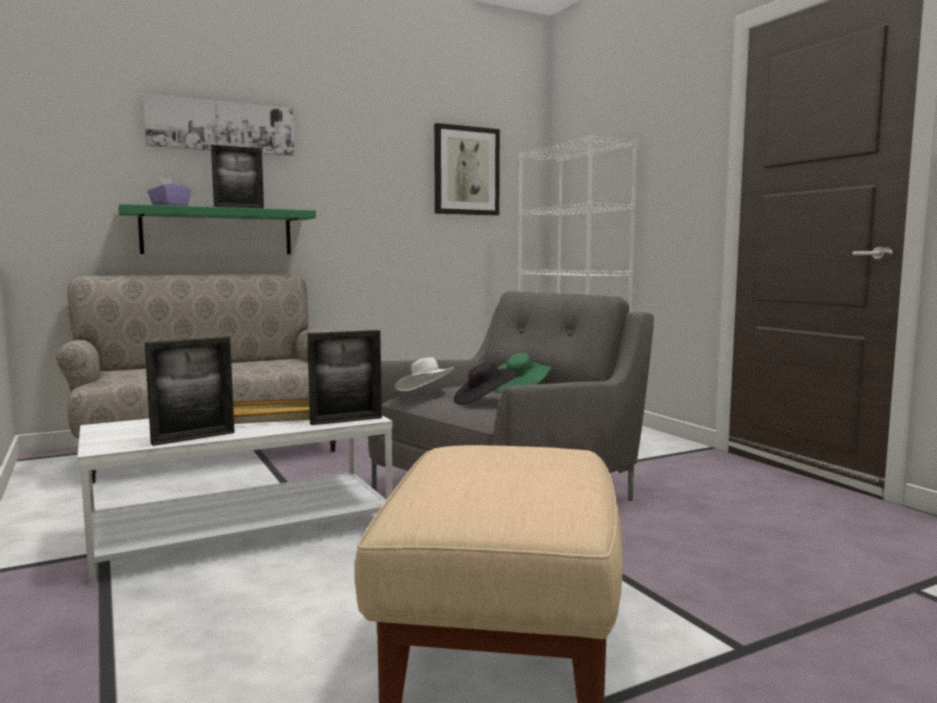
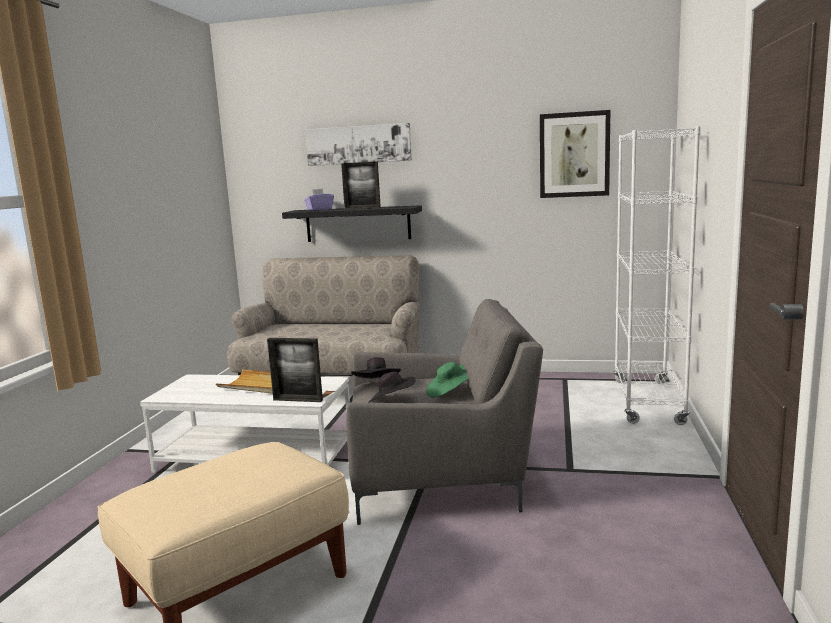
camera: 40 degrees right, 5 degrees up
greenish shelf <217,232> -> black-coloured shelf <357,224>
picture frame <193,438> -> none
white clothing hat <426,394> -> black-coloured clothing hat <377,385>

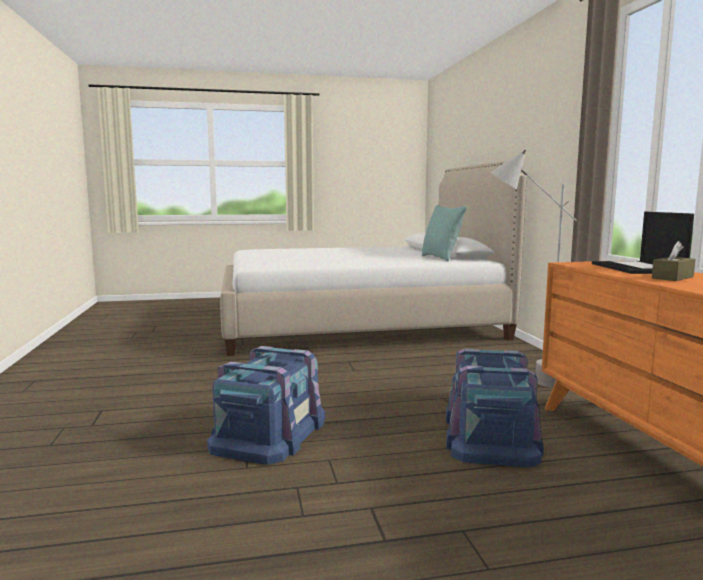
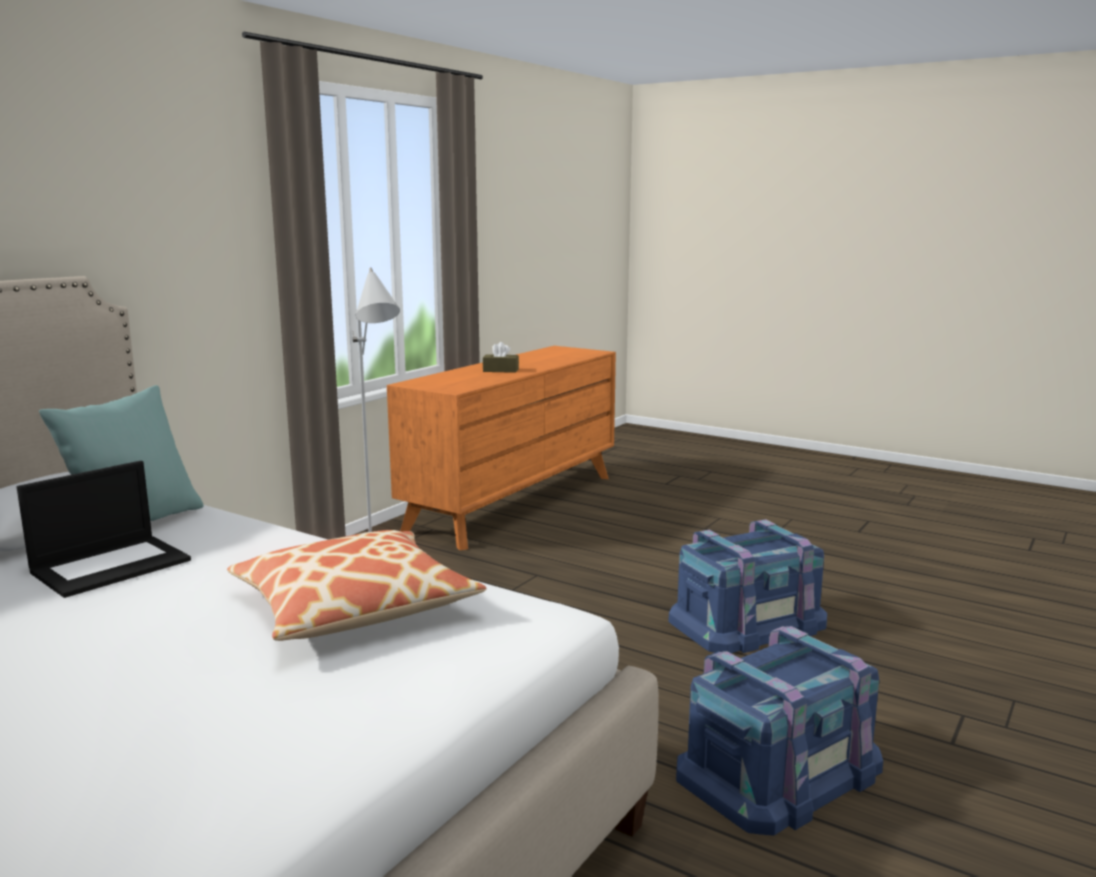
camera: 135 degrees left, 5 degrees up
portable computer <638,268> -> portable computer <112,565>, moved
blue storage box <489,435> -> blue storage box <779,771>, moved
none -> pillow <354,606>

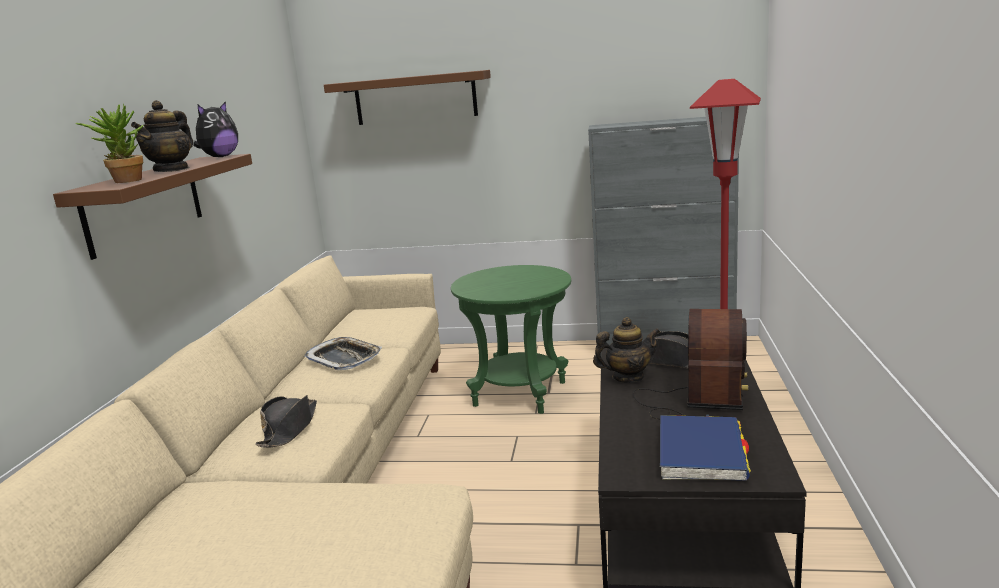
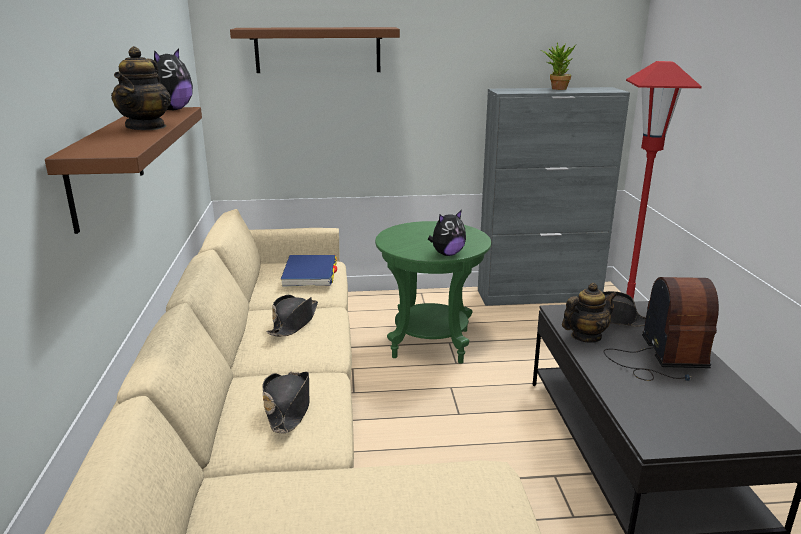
camera: 15 degrees left, 5 degrees up
potted plant <124,181> -> potted plant <555,88>, moved
carrying tray <344,359> -> black-coloured clothing hat <294,322>
blue book <701,452> -> blue book <310,274>, moved
none -> plush toy <447,254>

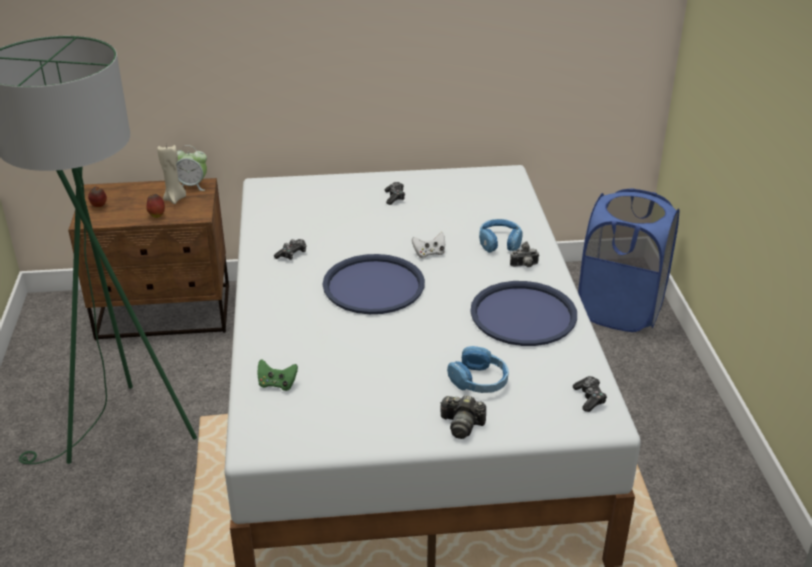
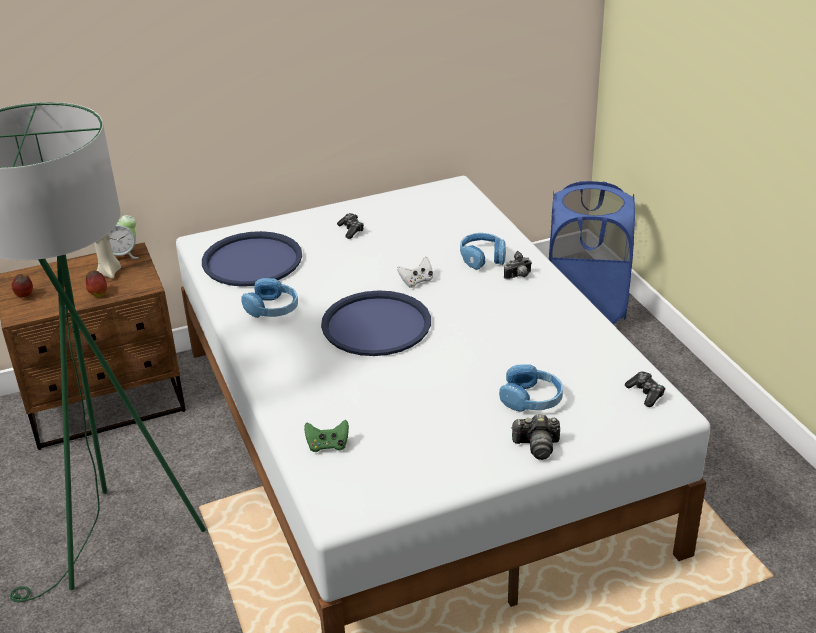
camera: 15 degrees left, 0 degrees up
joypad <292,254> -> blue headphones <272,309>
blue carrying tray <523,314> -> blue carrying tray <252,260>, moved

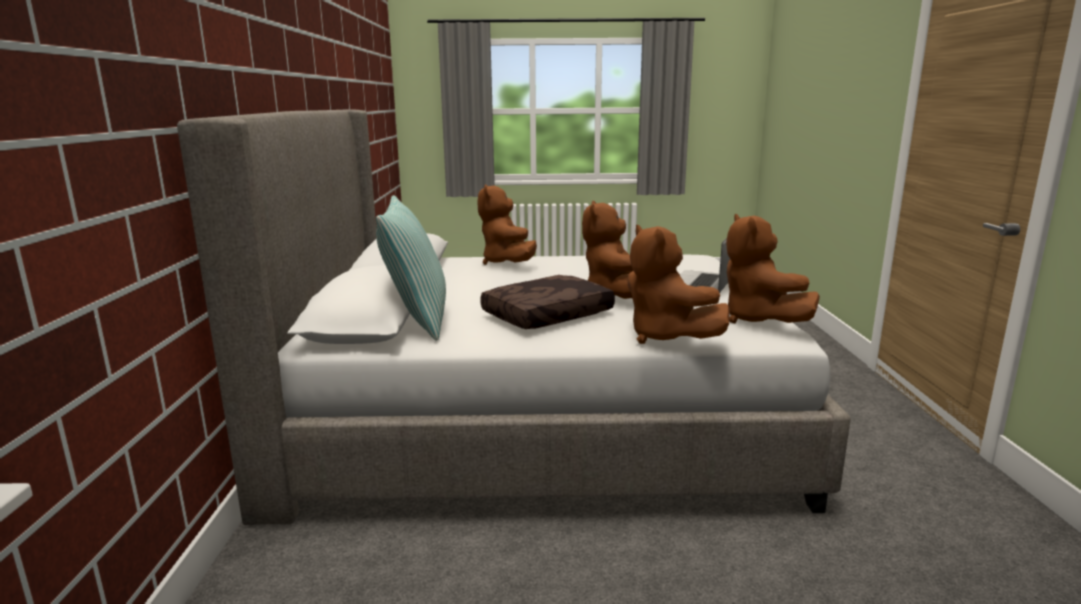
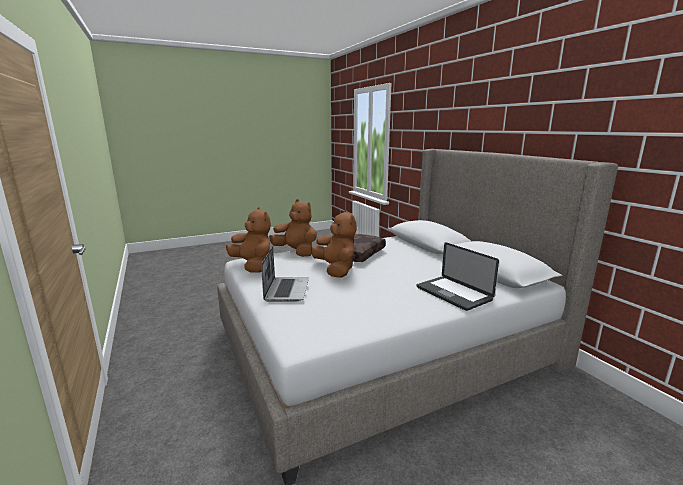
camera: 155 degrees right, 0 degrees up
brown plush toy <507,263> -> portable computer <453,294>
pillow <417,321> -> none

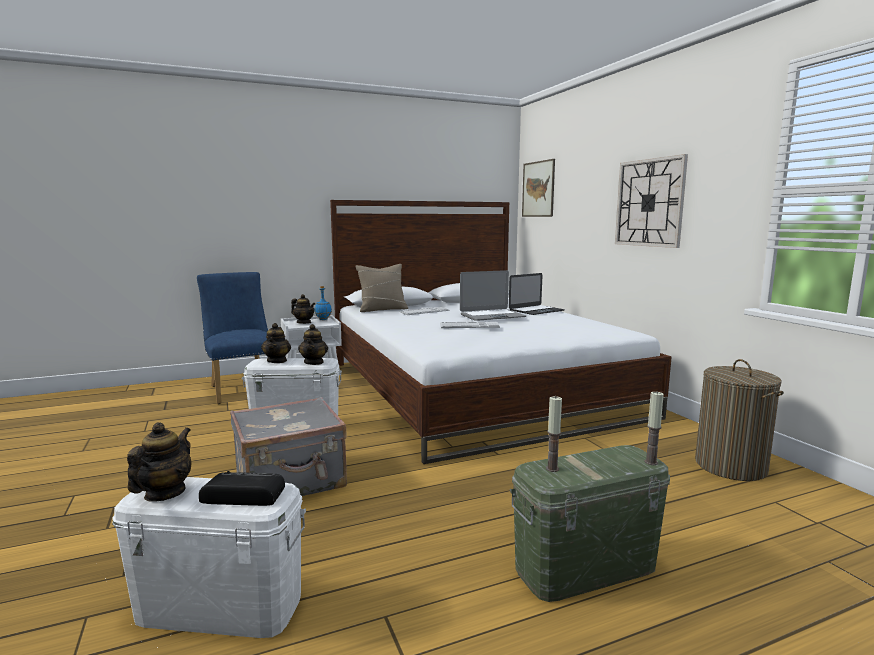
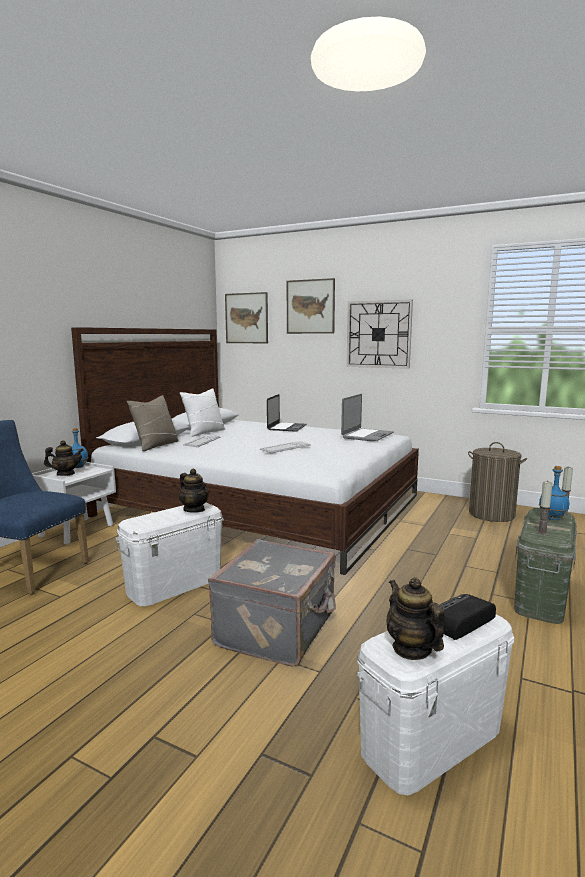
camera: 40 degrees left, 0 degrees up
portable computer <492,316> -> portable computer <367,435>, moved
pot for tea <277,361> -> none
none -> wall picture <310,306>
none -> white pillow <204,432>
none -> blue drink bottle <553,518>

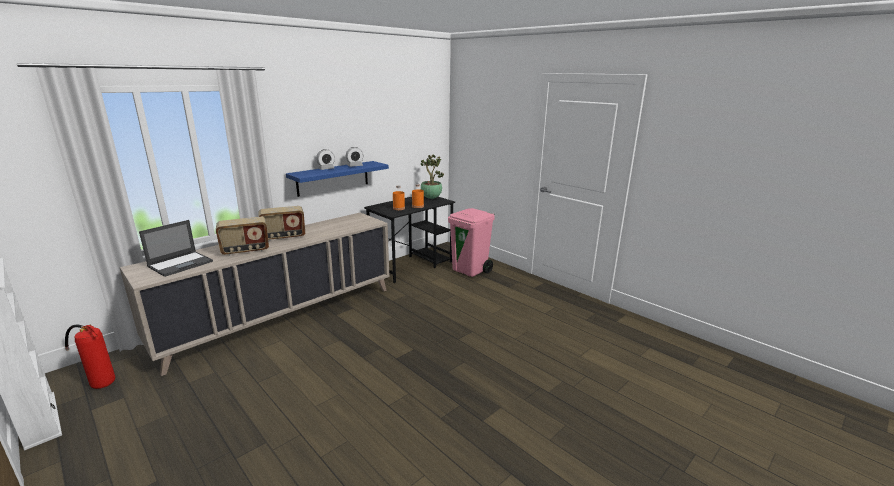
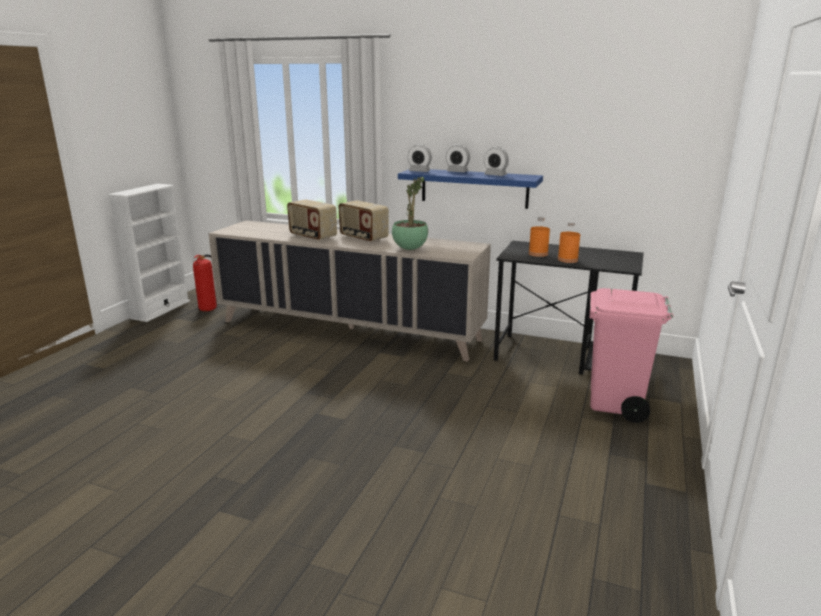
camera: 65 degrees right, 0 degrees up
potted plant <430,198> -> potted plant <410,249>, moved
portable computer <181,264> -> none
none -> alarm clock <419,171>

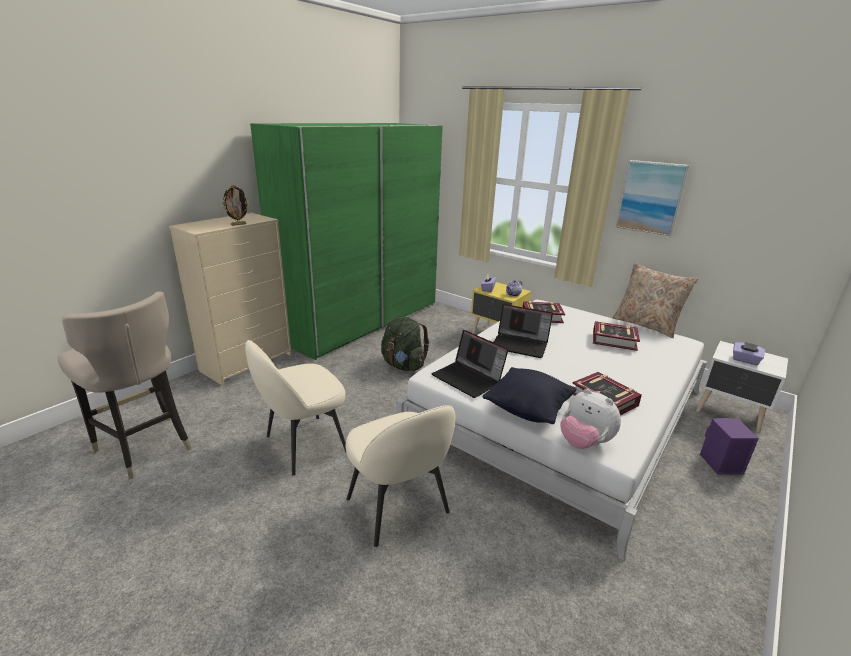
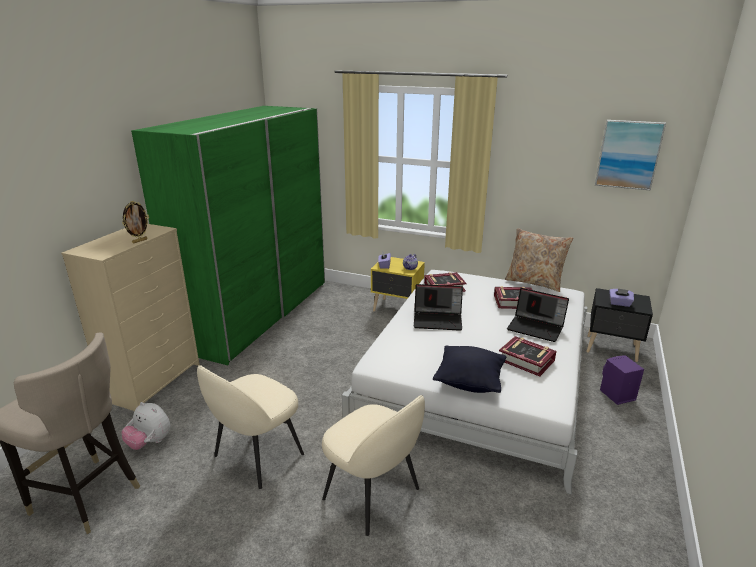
camera: 15 degrees left, 0 degrees up
wall picture <651,197> -> wall picture <628,154>, moved
greenish backpack <403,365> -> none
portable computer <469,379> -> portable computer <536,327>, moved
white bedside table <730,414> -> black-coloured bedside table <612,349>
plush toy <584,443> -> plush toy <150,442>, moved

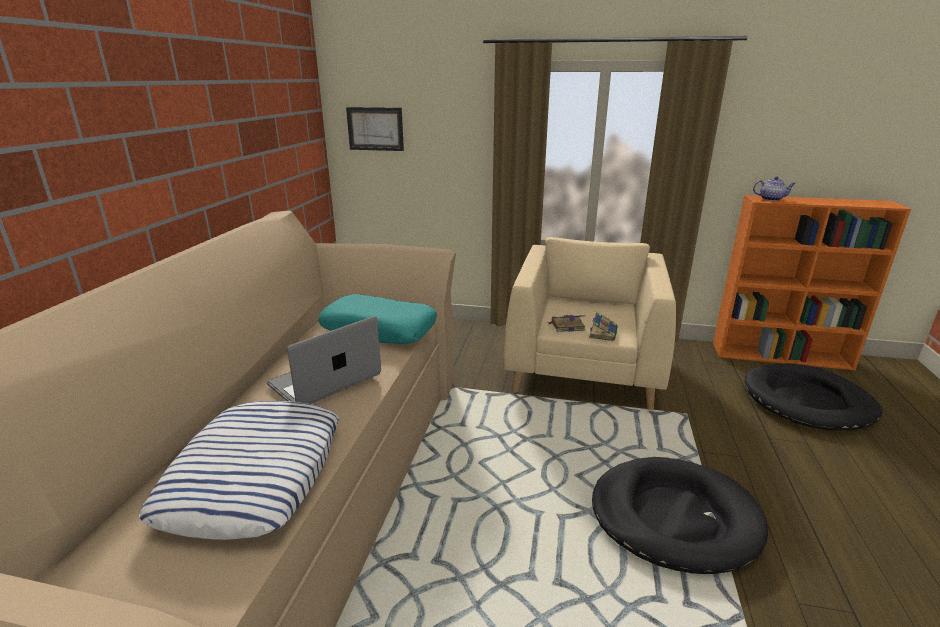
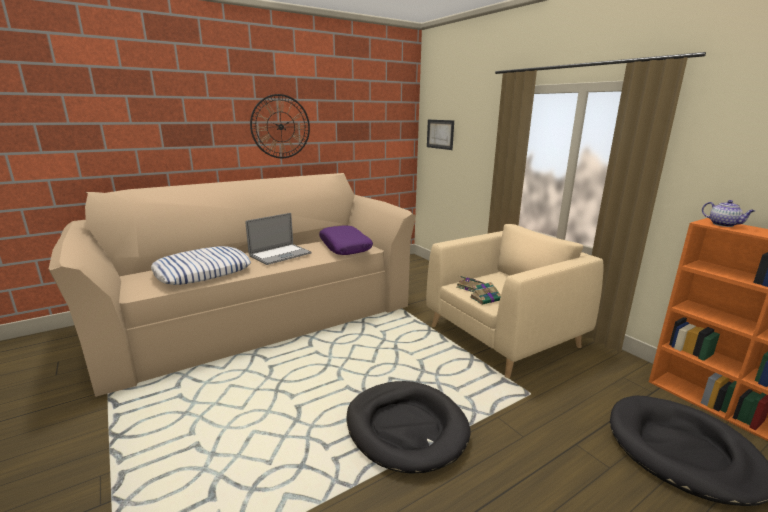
camera: 45 degrees right, 5 degrees down
turquoise pillow <379,329> -> purple pillow <345,247>
portable computer <325,379> -> portable computer <280,254>, 135 degrees clockwise
none -> hanging clock <281,127>

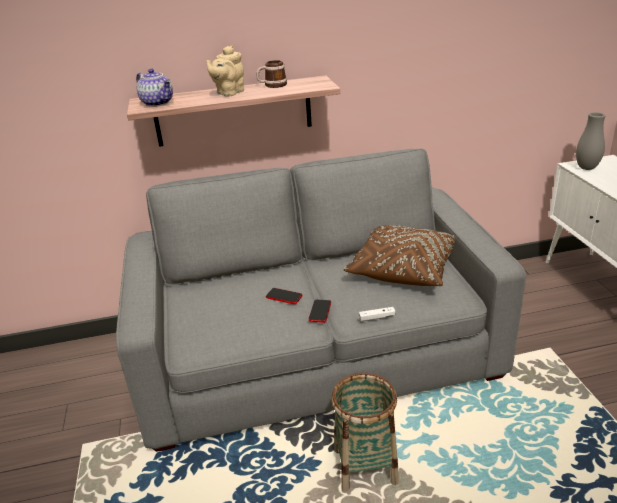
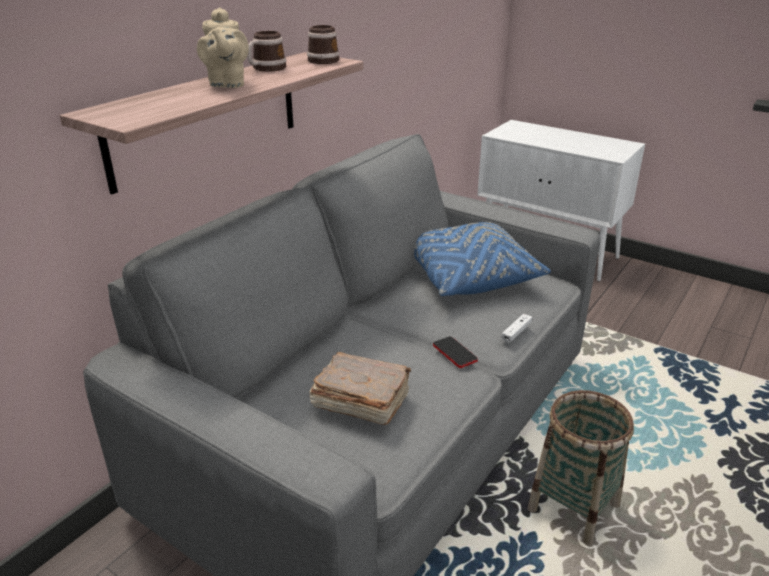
camera: 45 degrees left, 0 degrees up
pot for tea <158,103> -> none
greyish decorative vase <586,168> -> none
brown pillow <403,268> -> blue pillow <468,275>
phone <284,297> -> none
none -> coffee mug <325,60>
none -> brown book <360,401>

